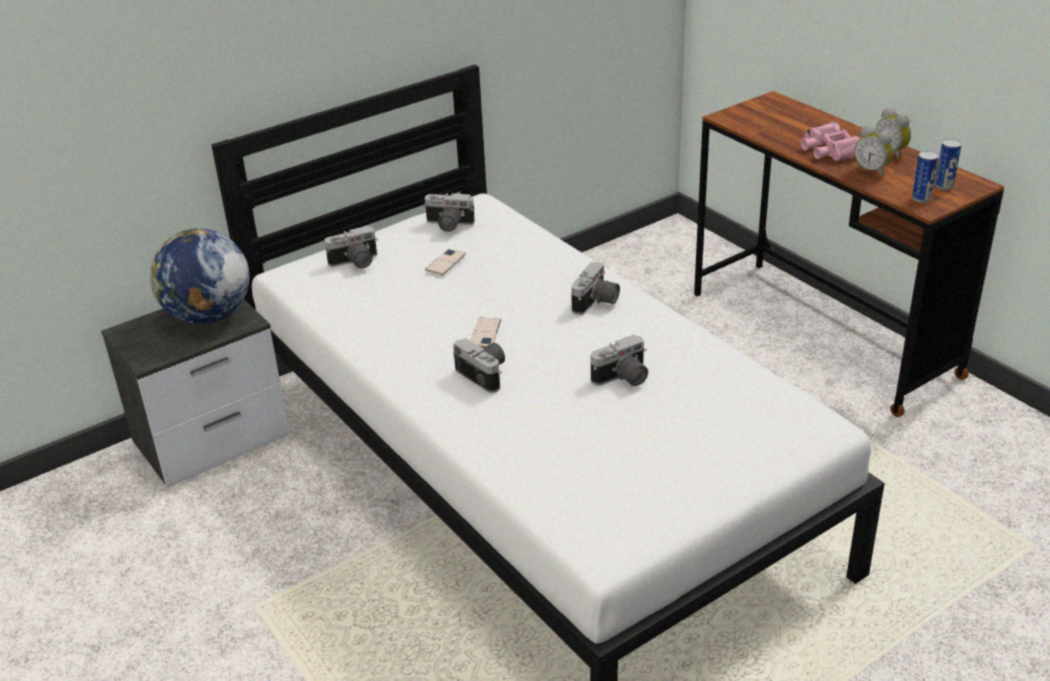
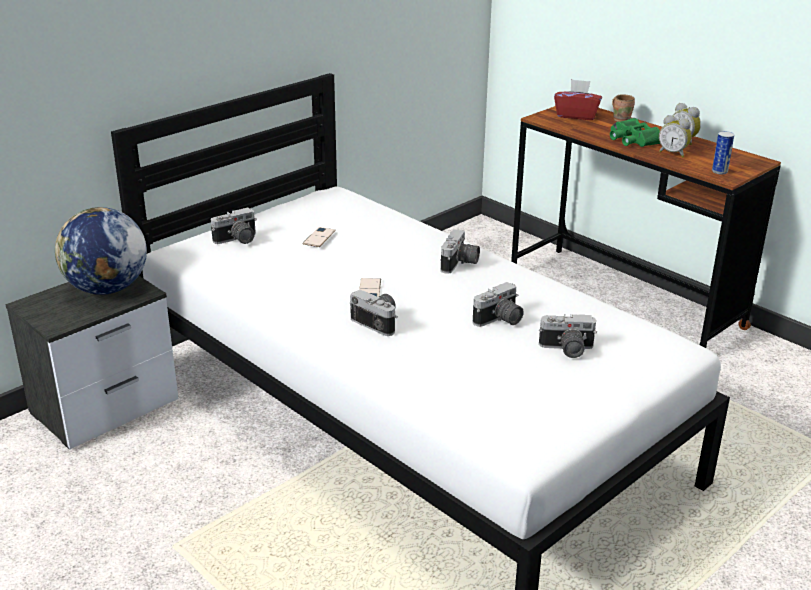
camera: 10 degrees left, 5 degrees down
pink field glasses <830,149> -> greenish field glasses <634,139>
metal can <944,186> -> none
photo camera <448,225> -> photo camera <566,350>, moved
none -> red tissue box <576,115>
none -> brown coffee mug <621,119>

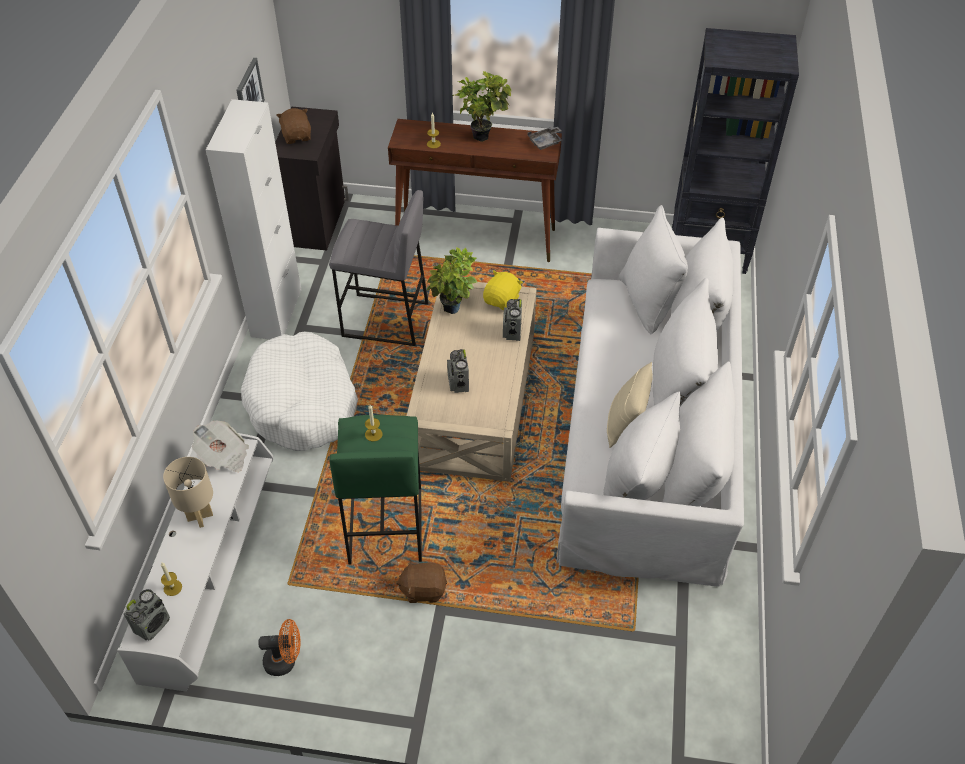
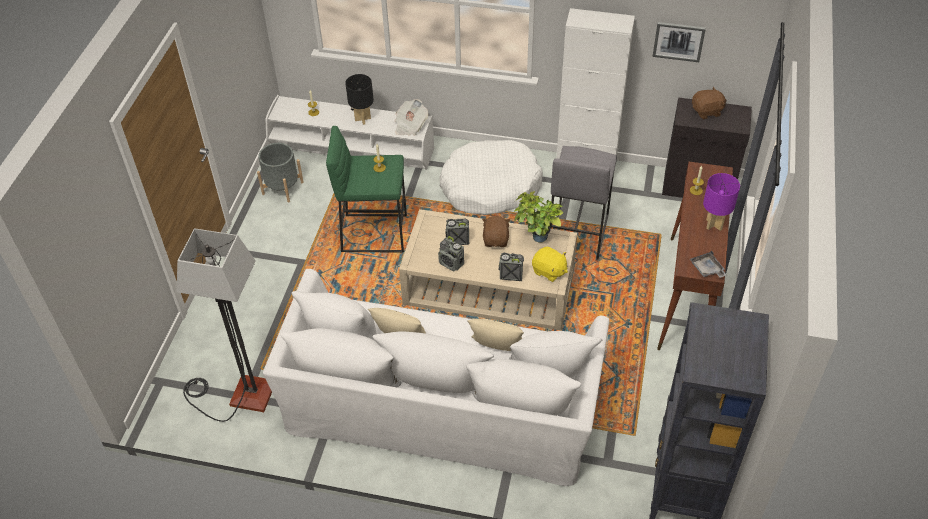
camera: 95 degrees right, 0 degrees up
potted plant <483,134> -> purple tabletop lamp <714,224>
beige-coloured tabletop lamp <199,517> -> black-coloured tabletop lamp <362,119>
brown plush toy <423,589> -> brown plush toy <496,240>, moved
radio receiver <153,625> -> radio receiver <451,264>, moved
orange cooling fan <285,661> -> greyish plant pot <282,188>
none -> standard lamp <239,395>
none -> beige-coloured pillow <497,349>

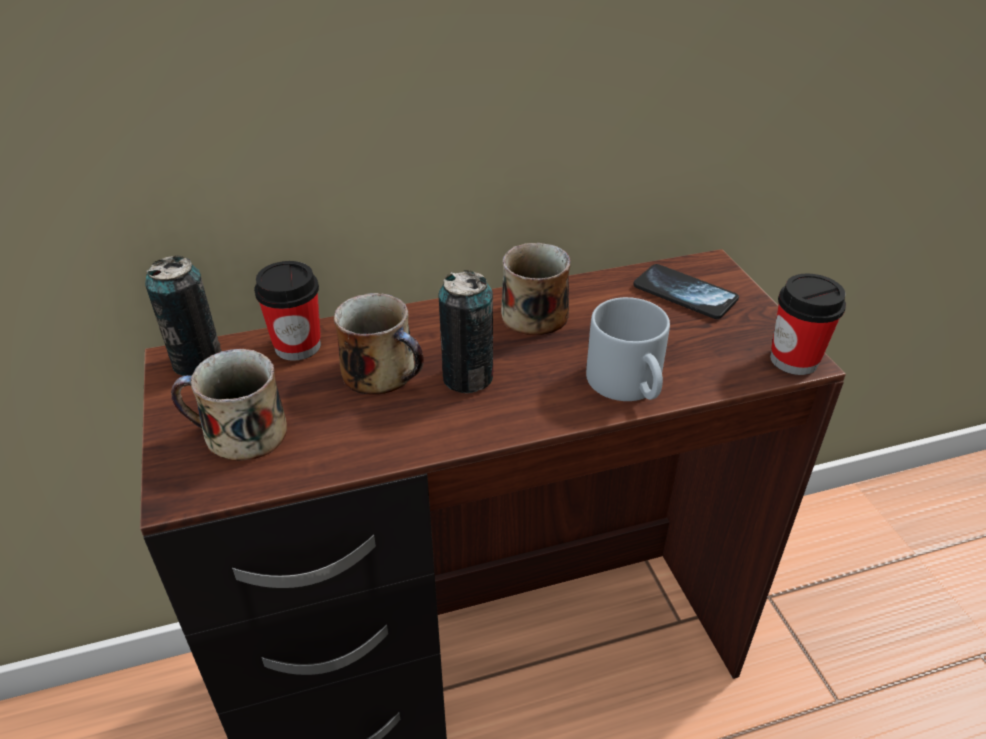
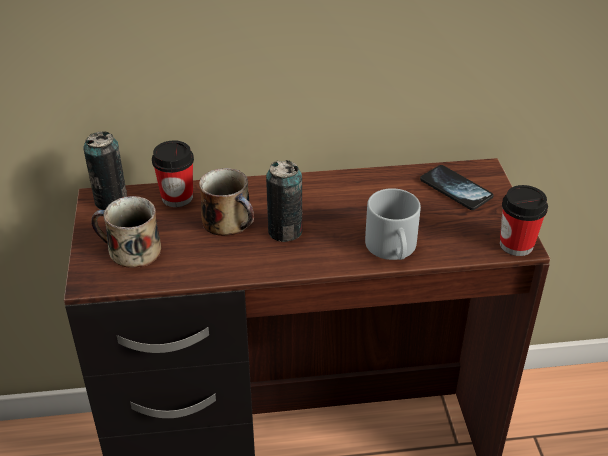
camera: 10 degrees right, 0 degrees up
coffee mug <535,312> -> none

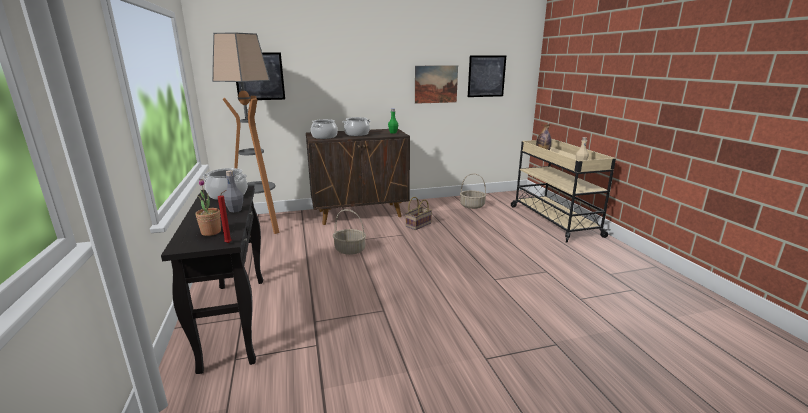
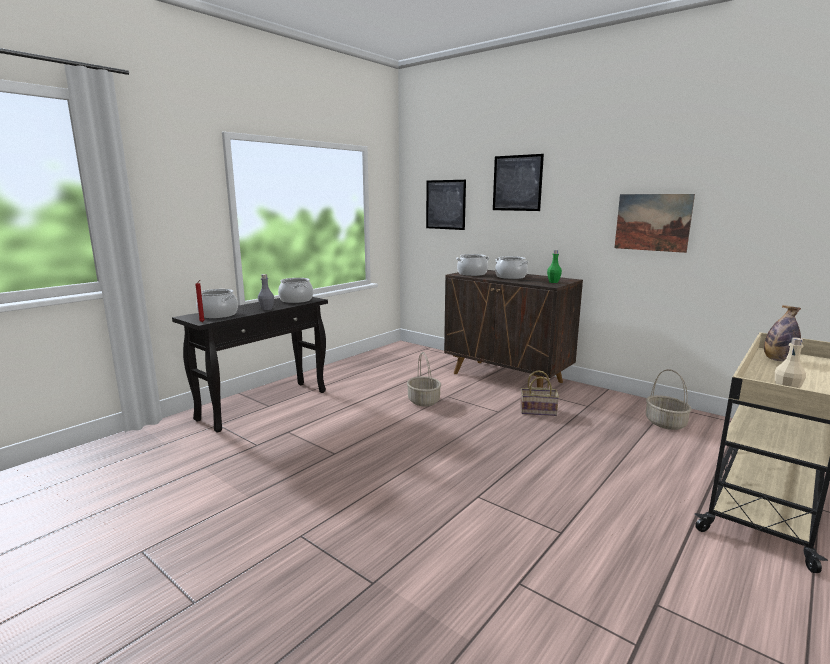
camera: 55 degrees right, 5 degrees down
standard lamp <261,226> -> none
wall picture <486,76> -> wall picture <517,183>, moved
potted plant <211,232> -> saucepot <218,315>

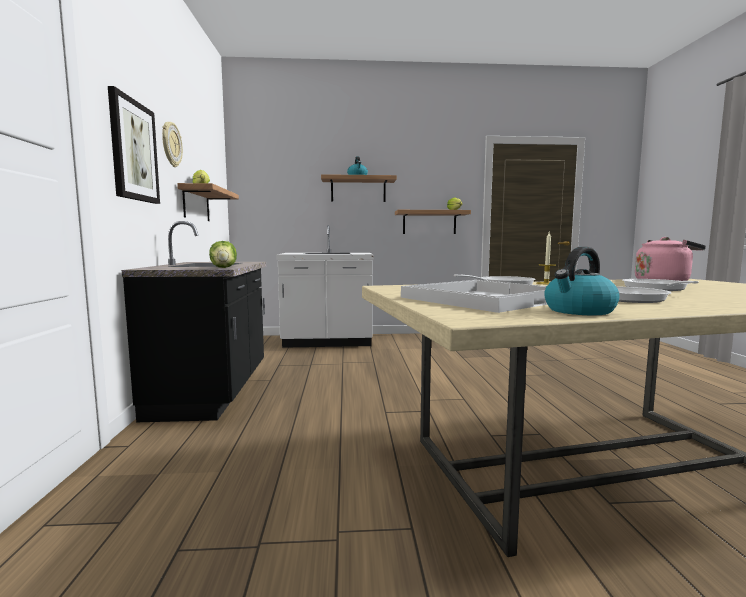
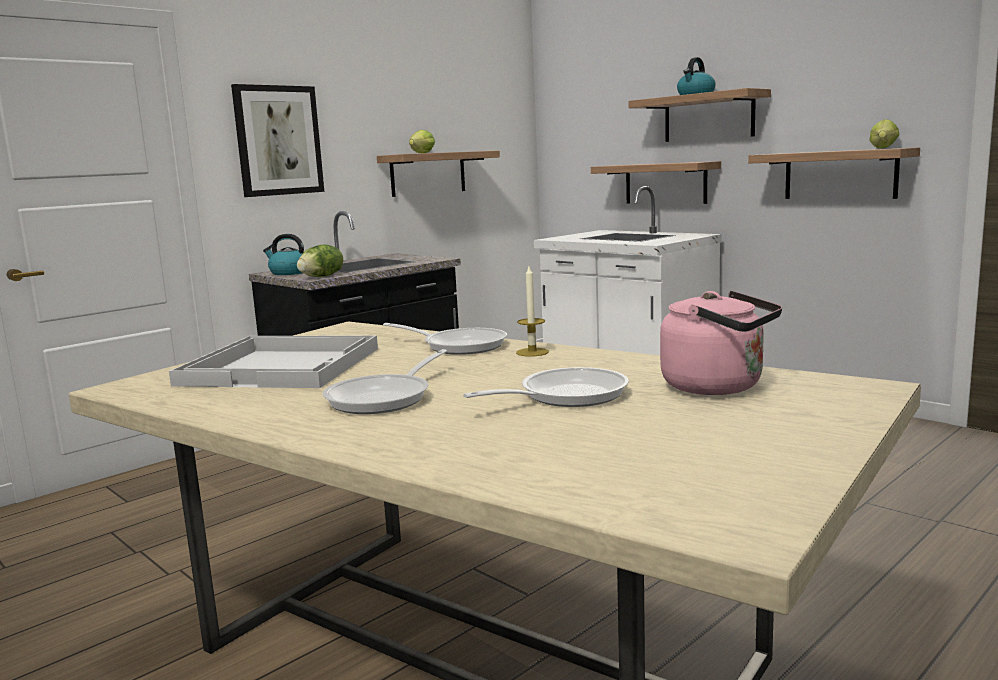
camera: 50 degrees right, 5 degrees up
hanging clock <171,144> -> none
kettle <579,311> -> kettle <289,273>, moved
none -> shelf <665,183>

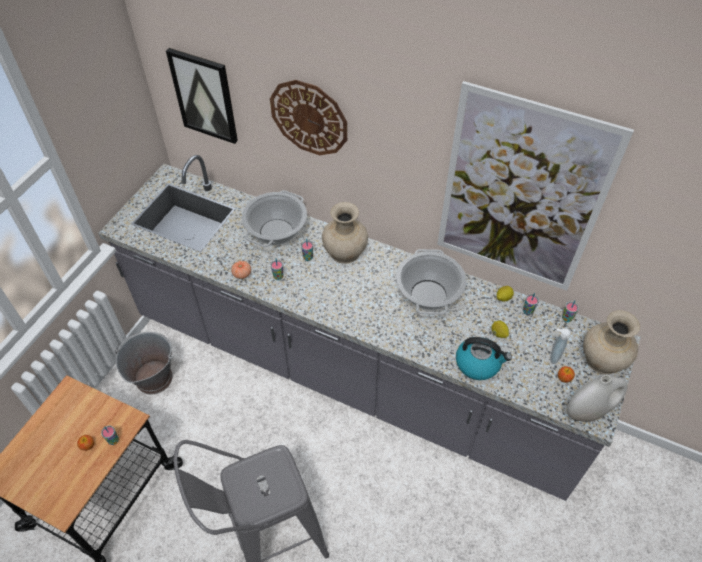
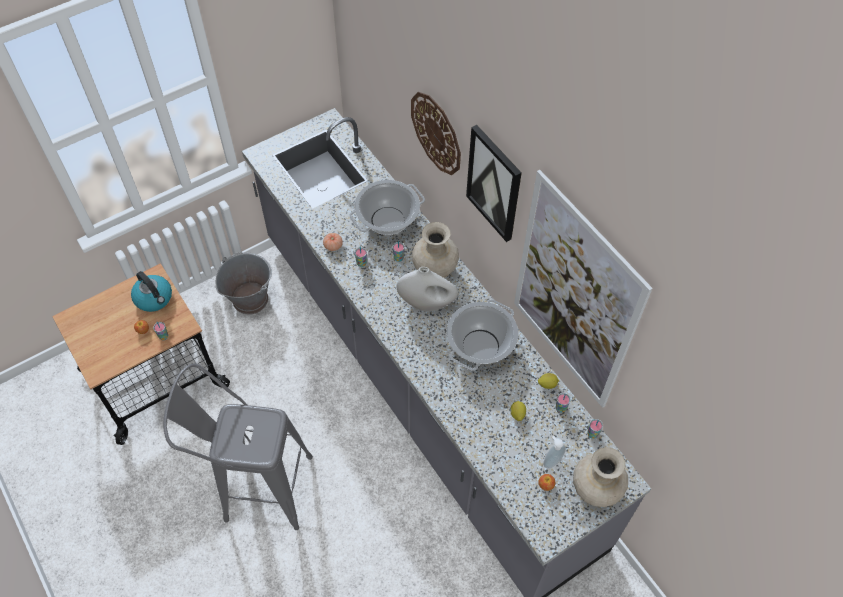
camera: 30 degrees right, 5 degrees up
wall picture <204,96> -> wall picture <494,183>, moved
kettle <478,363> -> kettle <154,298>, moved
white decorative vase <589,411> -> white decorative vase <427,303>, moved

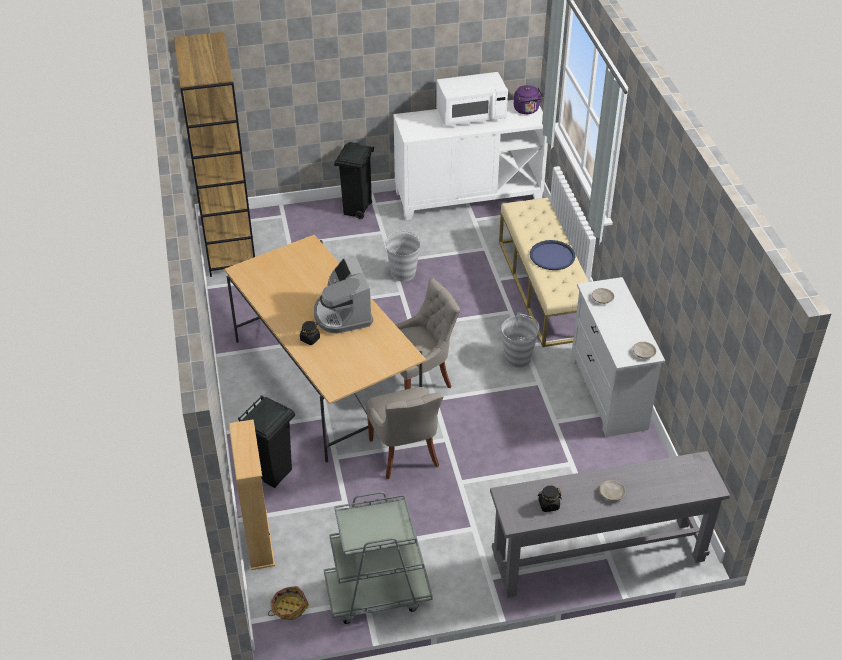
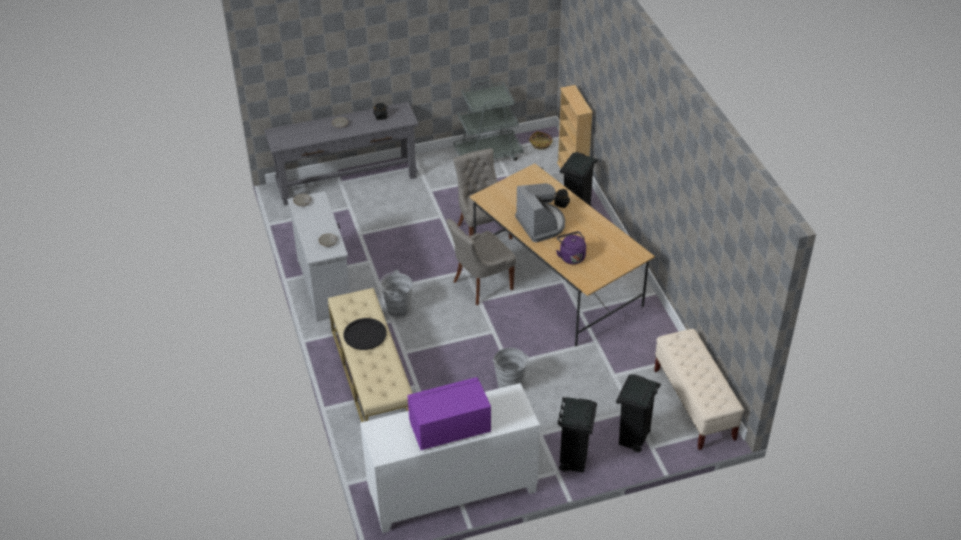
camera: 175 degrees right, 0 degrees up
brown shelving unit <228,245> -> beige-coloured bench <694,405>
white kitchen microwave <471,116> -> purple kitchen microwave <450,428>
purple kettle <527,110> -> purple kettle <571,256>, moved
blue carrying tray <552,256> -> black-coloured carrying tray <365,334>
none -> black-coloured trash can <633,440>

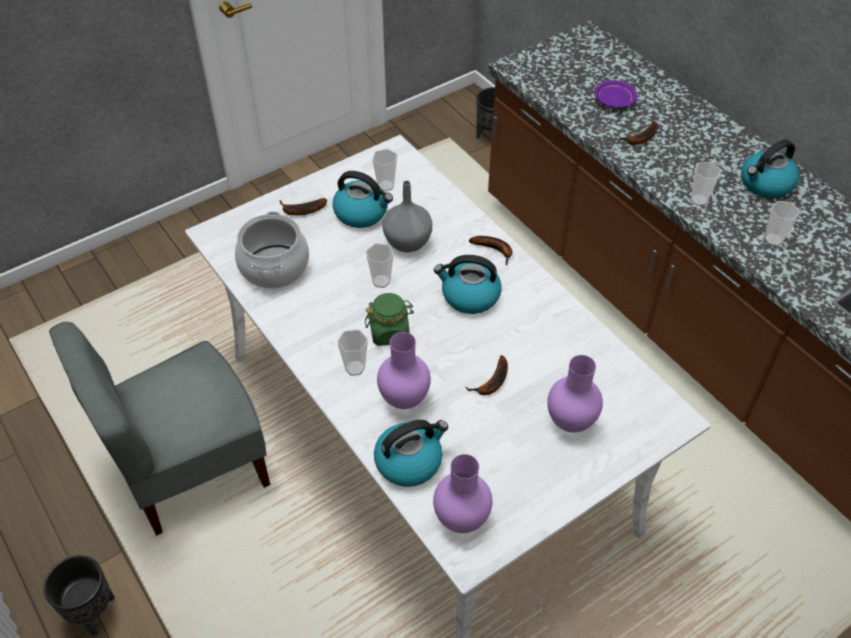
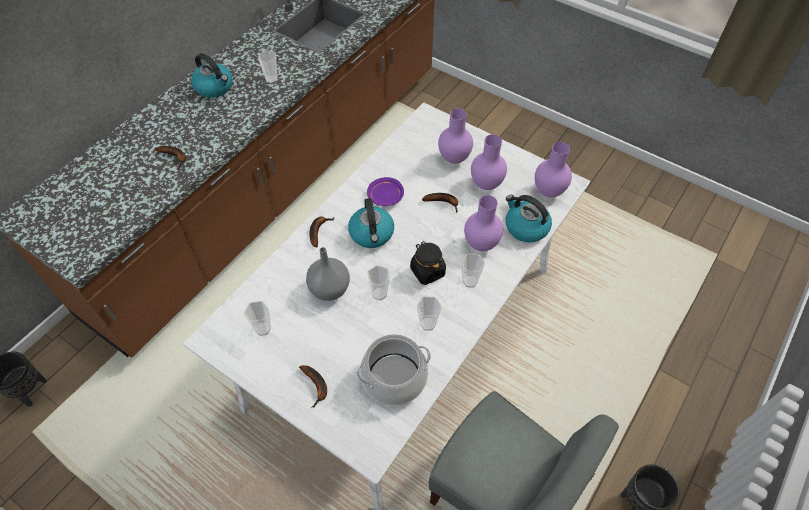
camera: 110 degrees left, 5 degrees up
purple dinner plate <613,100> -> purple dinner plate <385,196>, moved
drinking cup <699,200> -> drinking cup <428,324>, moved
kettle <362,213> -> none
greenish preserve jar <390,332> -> black-coloured preserve jar <427,271>
none -> purple decorative vase <487,184>

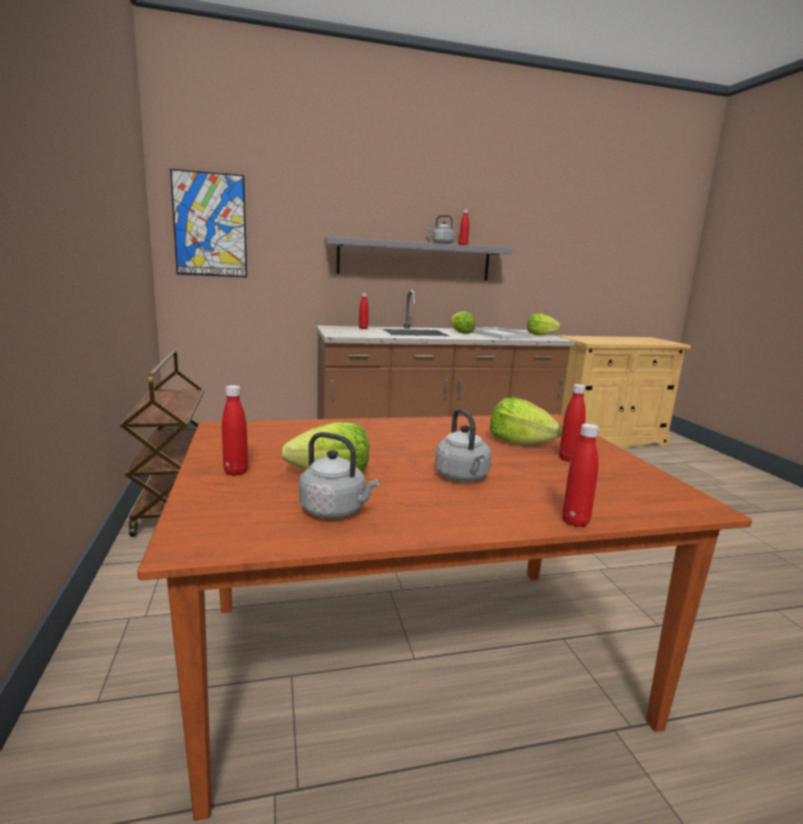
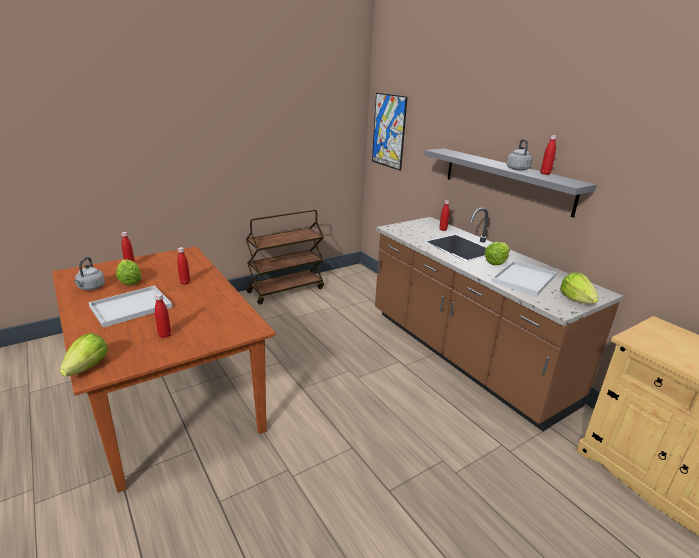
camera: 70 degrees right, 10 degrees up
head of lettuce <519,442> -> head of lettuce <88,367>, moved
greyish kettle <462,477> -> white carrying tray <130,307>
red drink bottle <575,522> -> red drink bottle <185,283>, moved

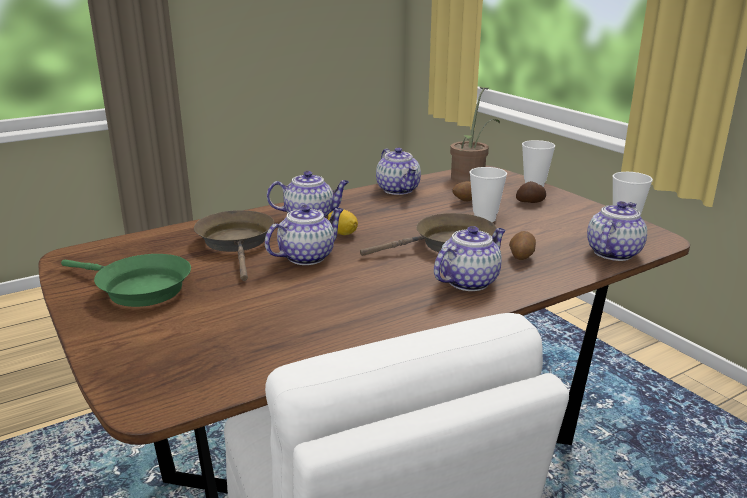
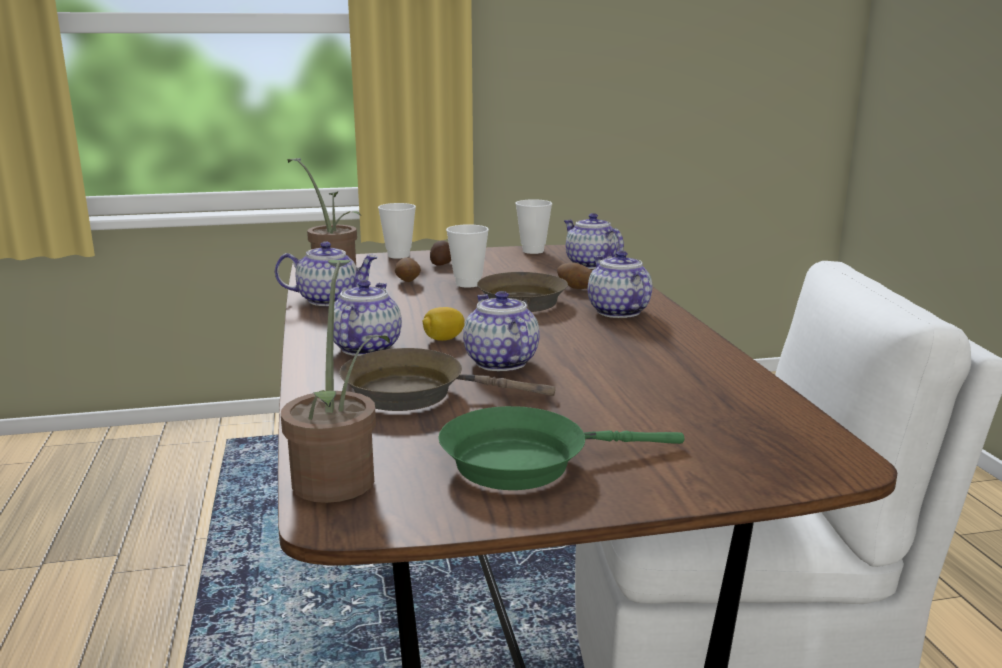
camera: 70 degrees left, 5 degrees down
greenish pan <138,289> -> greenish pan <526,462>, 150 degrees counterclockwise
none -> potted plant <339,475>

